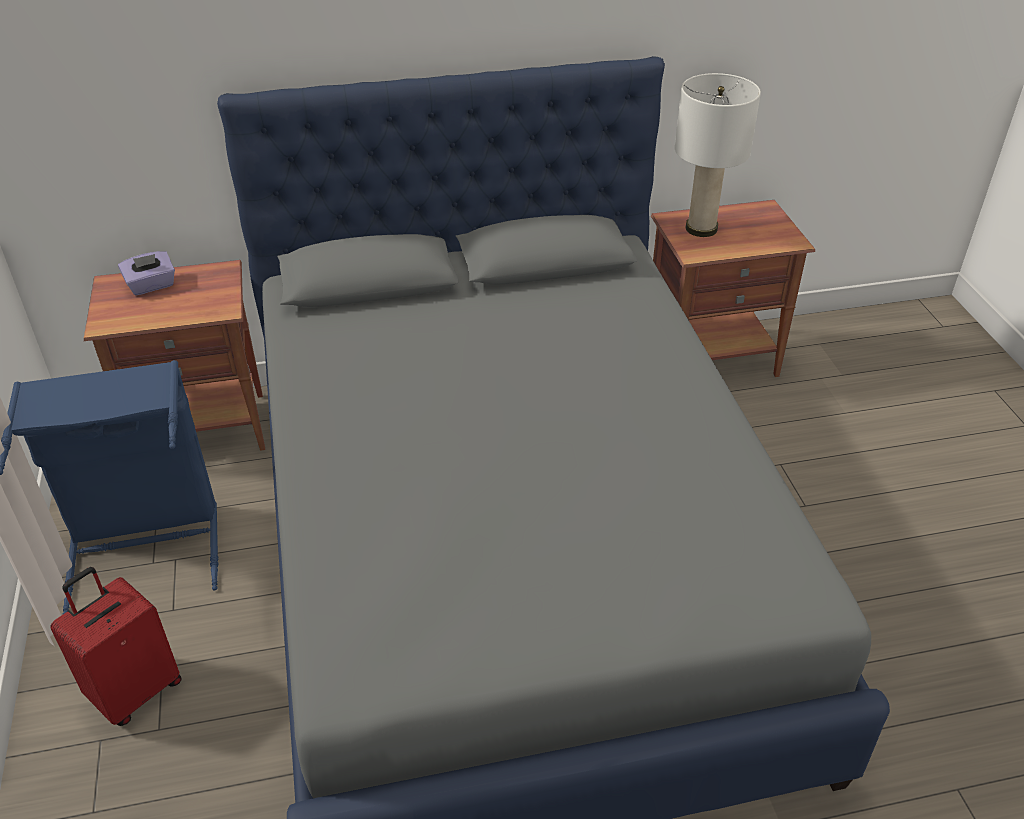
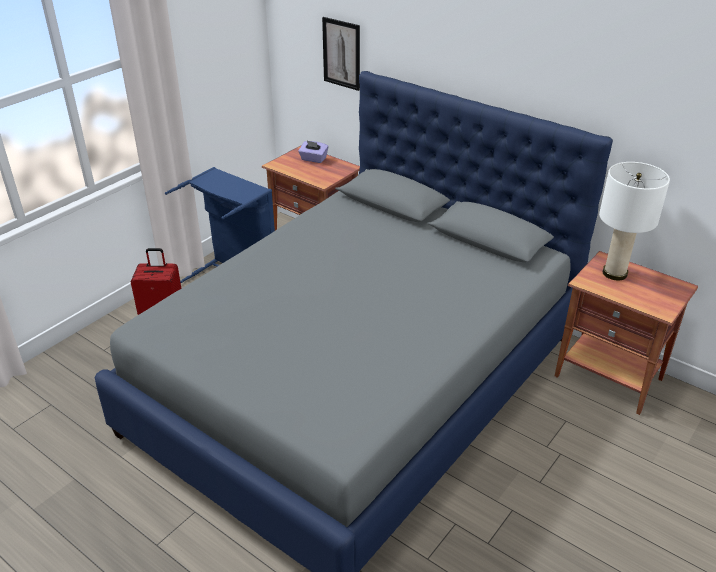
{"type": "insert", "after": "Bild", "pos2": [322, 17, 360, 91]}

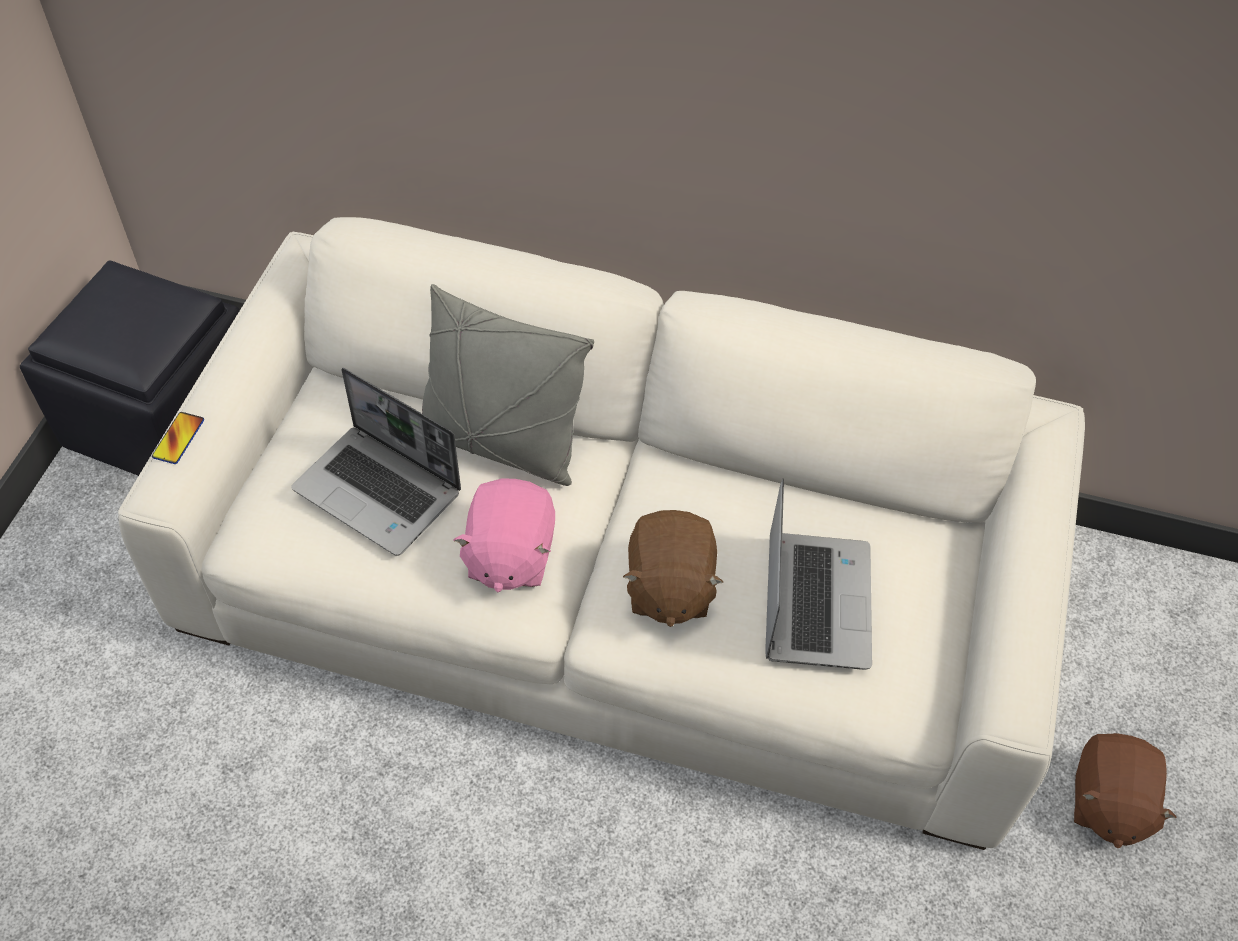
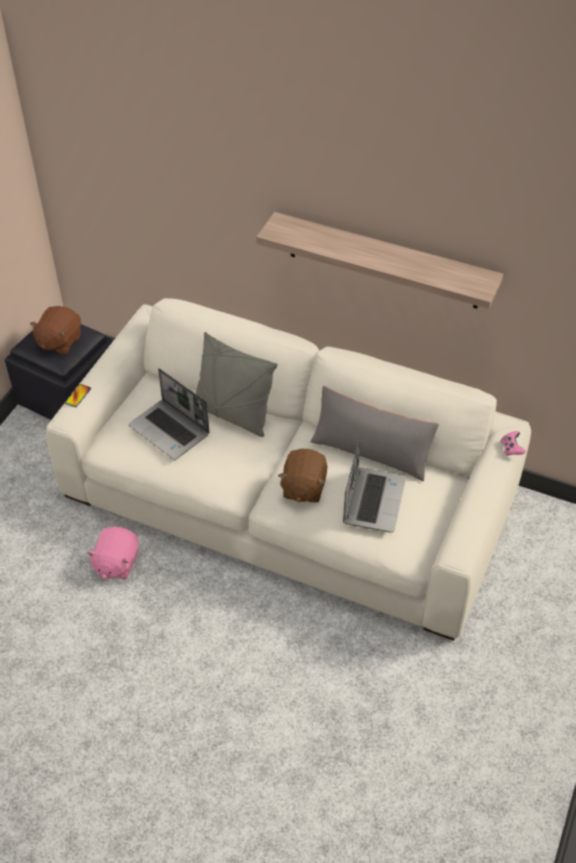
{"type": "insert", "after": "Wandregal", "pos2": [256, 212, 503, 309]}
{"type": "insert", "after": "Kissen (grau)", "pos2": [311, 386, 439, 481]}
{"type": "insert", "after": "Gamepad (rosa)", "pos2": [501, 431, 526, 456]}
{"type": "move", "before": "Plüschtier (rosa)", "pos1": [453, 479, 555, 592], "pos2": [86, 527, 138, 579]}
{"type": "move", "before": "Plüschtier (braun)", "pos1": [1074, 733, 1177, 848], "pos2": [30, 306, 81, 355]}

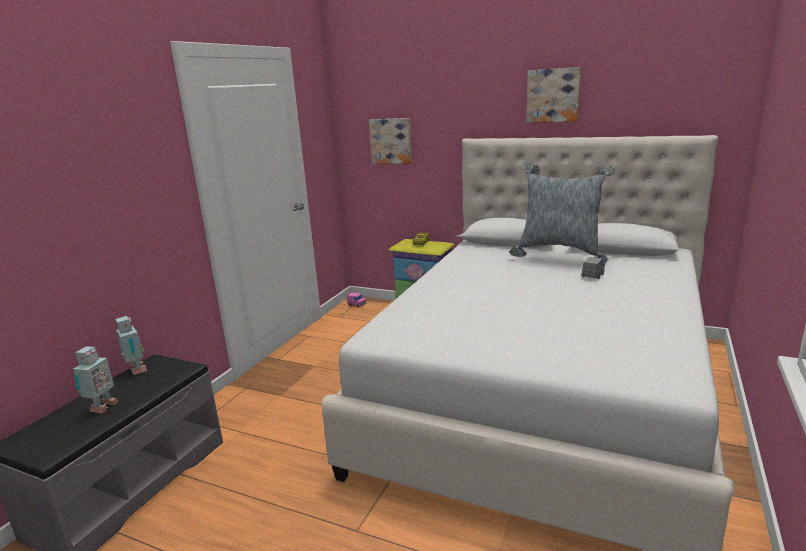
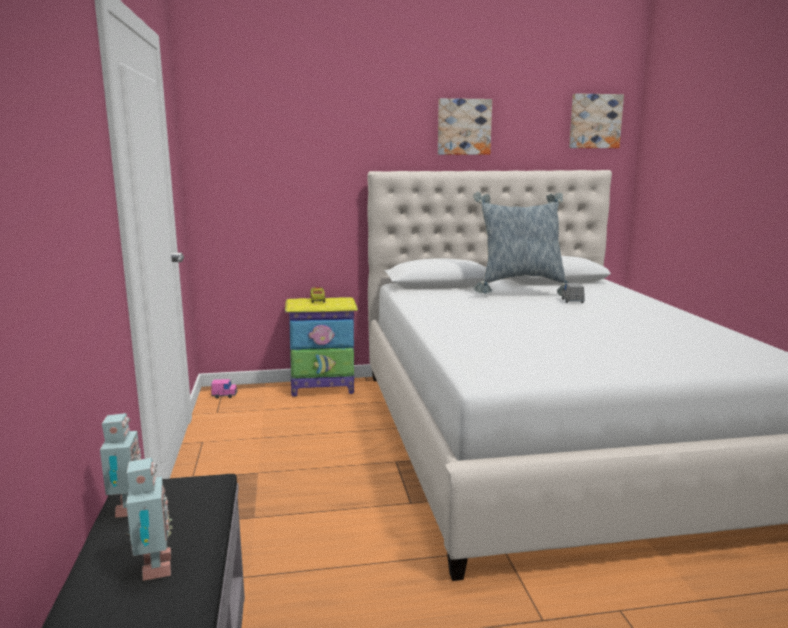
{"type": "move", "before": "Bild", "pos1": [369, 118, 412, 164], "pos2": [569, 94, 624, 148]}
{"type": "rotate", "before": "Spielzeugroboter", "pos1": [115, 316, 147, 375], "pos2": [100, 413, 141, 518], "turn": 60}

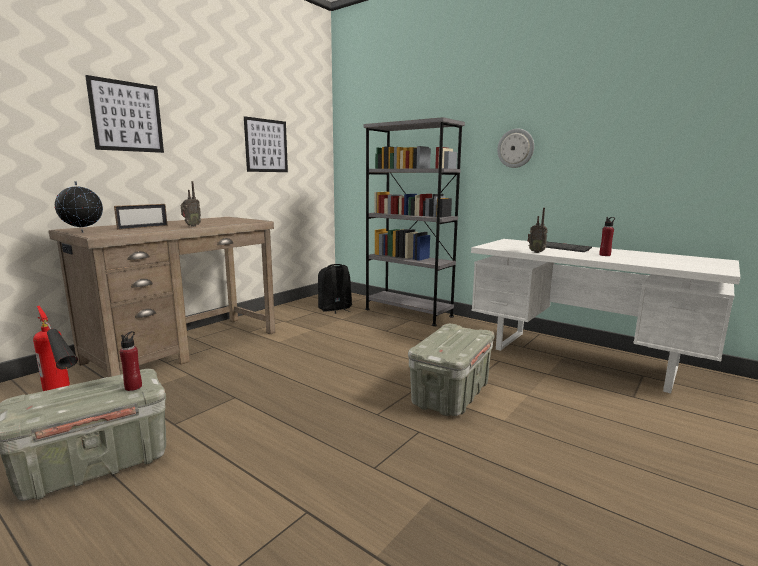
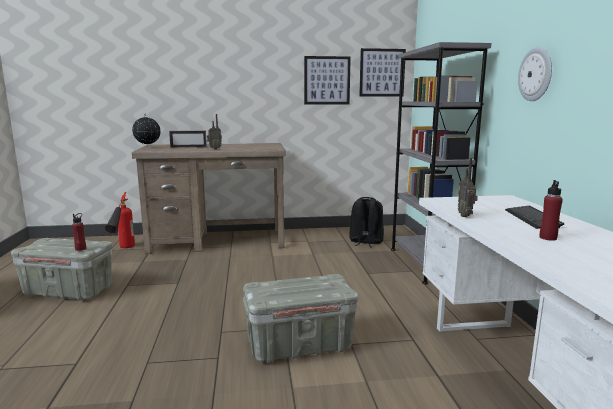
{"type": "move", "before": "Bild", "pos1": [85, 75, 164, 153], "pos2": [359, 48, 406, 97]}

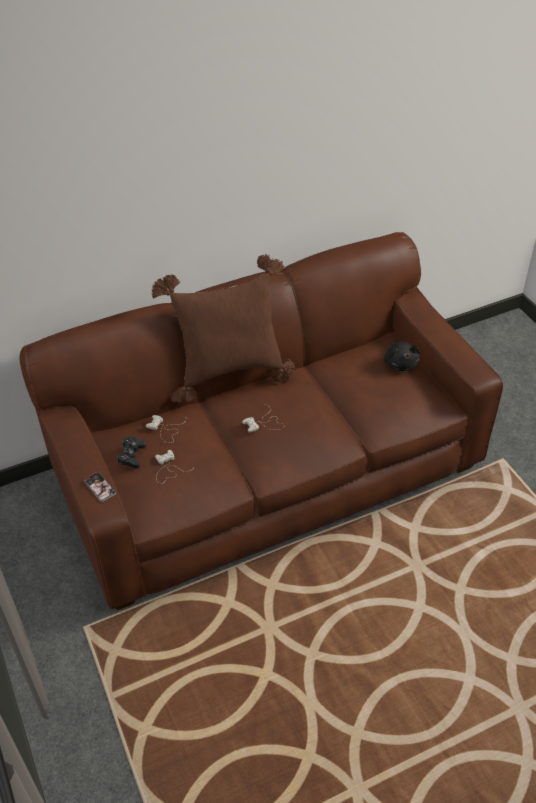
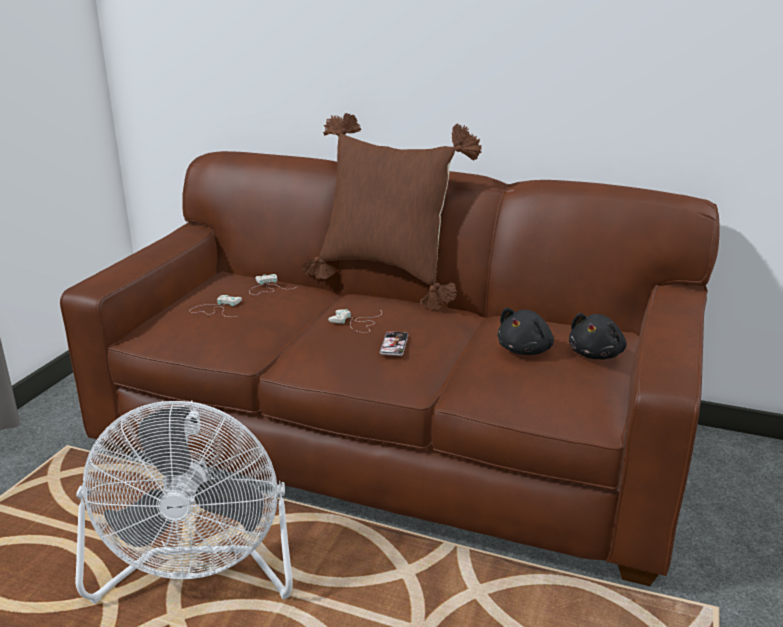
{"type": "delete", "before": "Gamepad (schwarz)", "pos1": [117, 437, 146, 468]}
{"type": "insert", "after": "Ventilator (weiß)", "pos2": [75, 400, 293, 604]}
{"type": "insert", "after": "Plüschtier (schwarz)", "pos2": [497, 308, 554, 355]}
{"type": "move", "before": "Handy", "pos1": [84, 472, 116, 502], "pos2": [380, 331, 408, 356]}

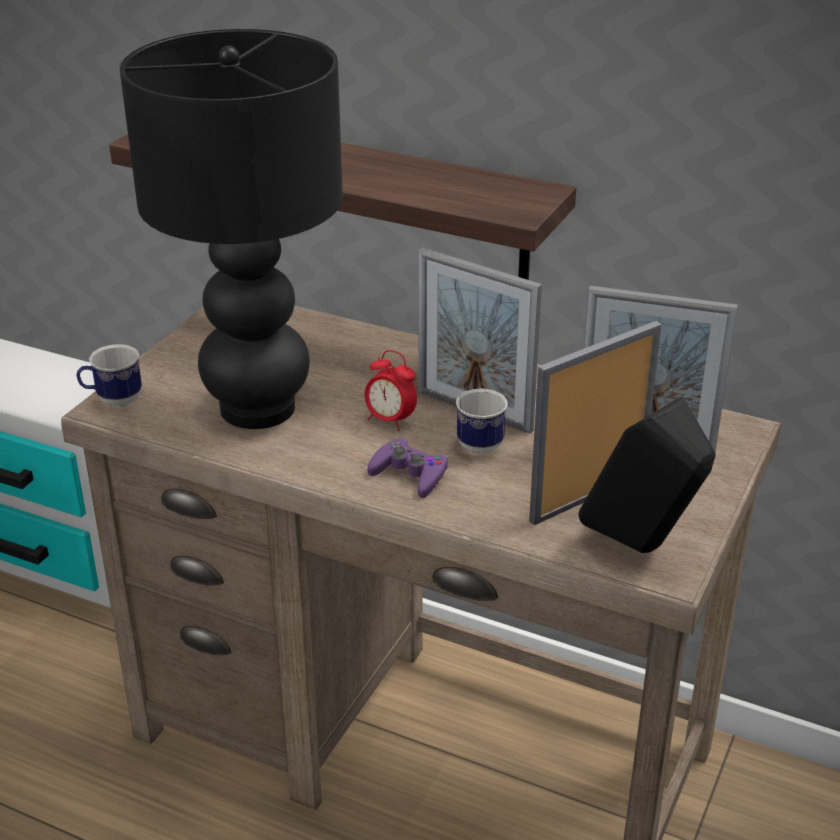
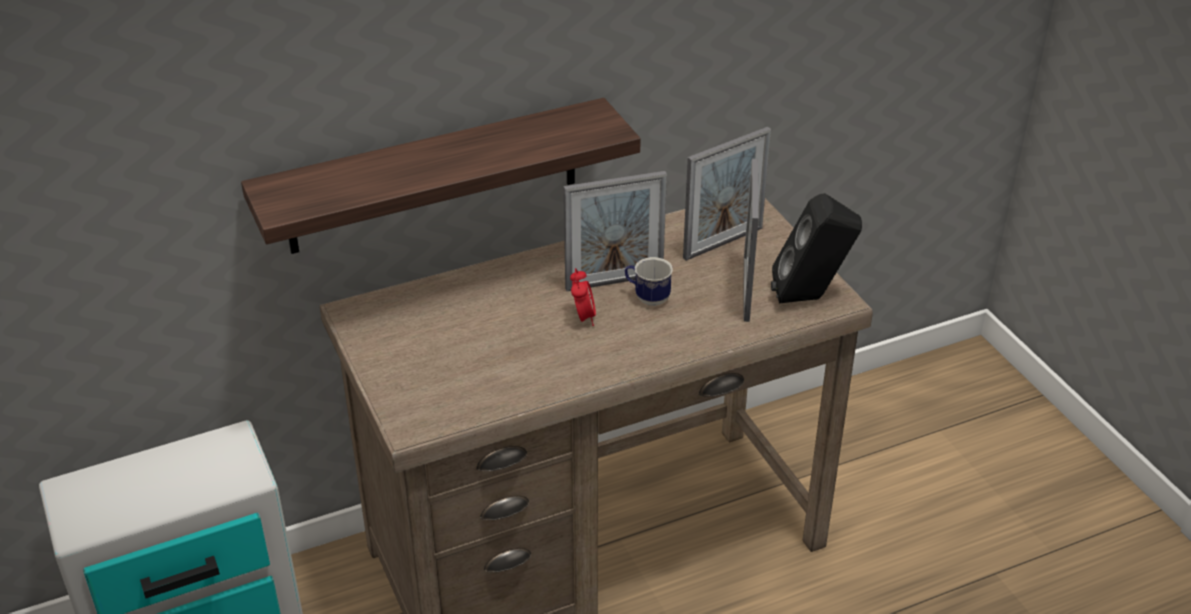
{"type": "delete", "before": "Henkelbecher", "pos1": [77, 344, 142, 407]}
{"type": "delete", "before": "Tischlampe (schwarz)", "pos1": [120, 29, 343, 429]}
{"type": "delete", "before": "Gamepad (lila)", "pos1": [368, 438, 448, 498]}
{"type": "rotate", "before": "Wecker", "pos1": [365, 350, 417, 431], "pos2": [570, 268, 596, 326], "turn": -75}

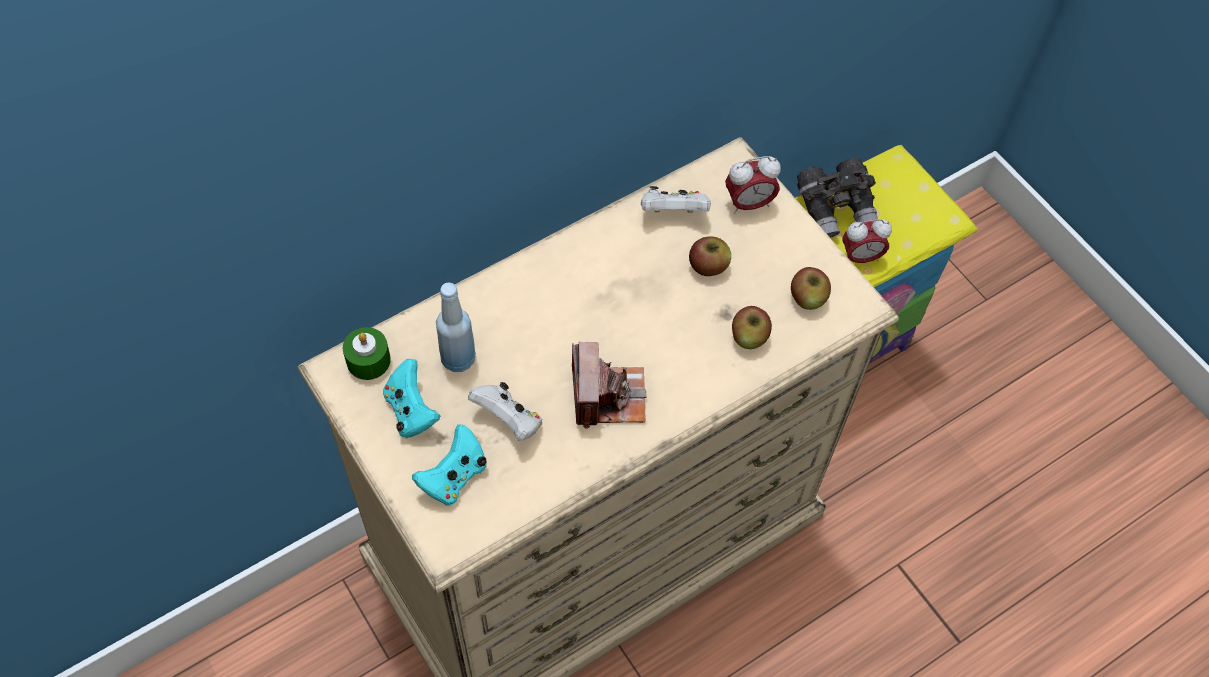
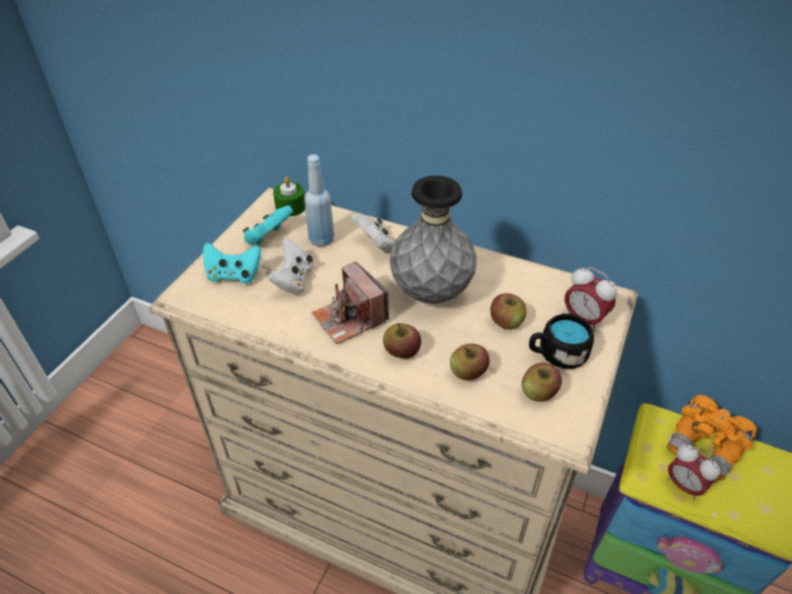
{"type": "insert", "after": "Apfel", "pos2": [383, 323, 421, 358]}
{"type": "insert", "after": "Vase (grau)", "pos2": [390, 175, 477, 304]}
{"type": "insert", "after": "Henkelbecher (schwarz)", "pos2": [529, 314, 594, 369]}
{"type": "move", "before": "Gamepad (weiß)", "pos1": [641, 186, 711, 213], "pos2": [351, 213, 396, 253]}
{"type": "recolor", "before": "Fernglas (grau)", "after": "Fernglas (orange)", "pos1": [797, 158, 878, 238], "pos2": [667, 395, 757, 480]}
{"type": "rotate", "before": "Kamera", "pos1": [572, 342, 647, 429], "pos2": [312, 262, 389, 344], "turn": 90}

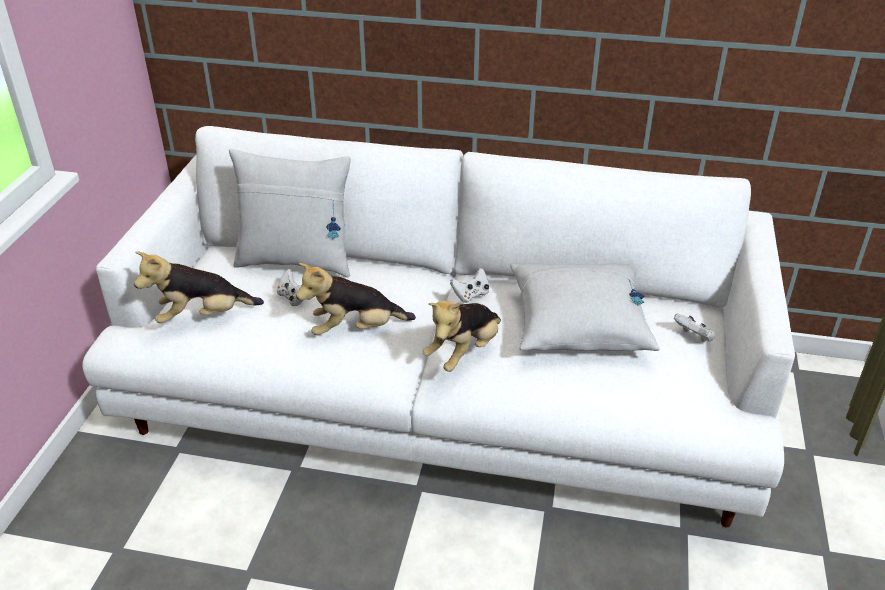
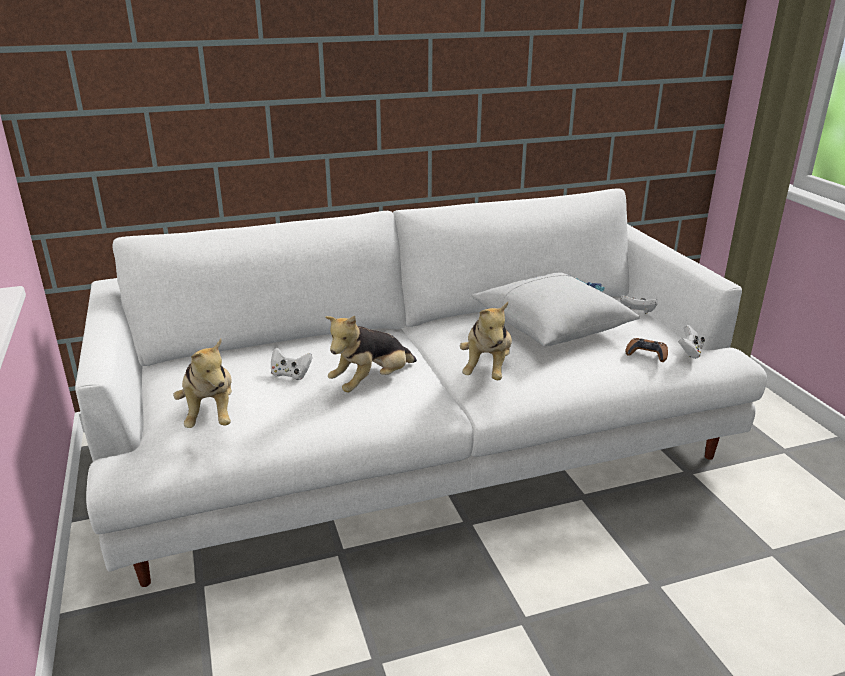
{"type": "delete", "before": "Kissen (grau)", "pos1": [229, 149, 350, 277]}
{"type": "insert", "after": "Gamepad (braun)", "pos2": [625, 338, 668, 362]}
{"type": "move", "before": "Gamepad (weiß)", "pos1": [450, 268, 489, 303], "pos2": [679, 324, 705, 359]}
{"type": "rotate", "before": "Plüschtier", "pos1": [134, 251, 264, 323], "pos2": [173, 339, 232, 428], "turn": -60}

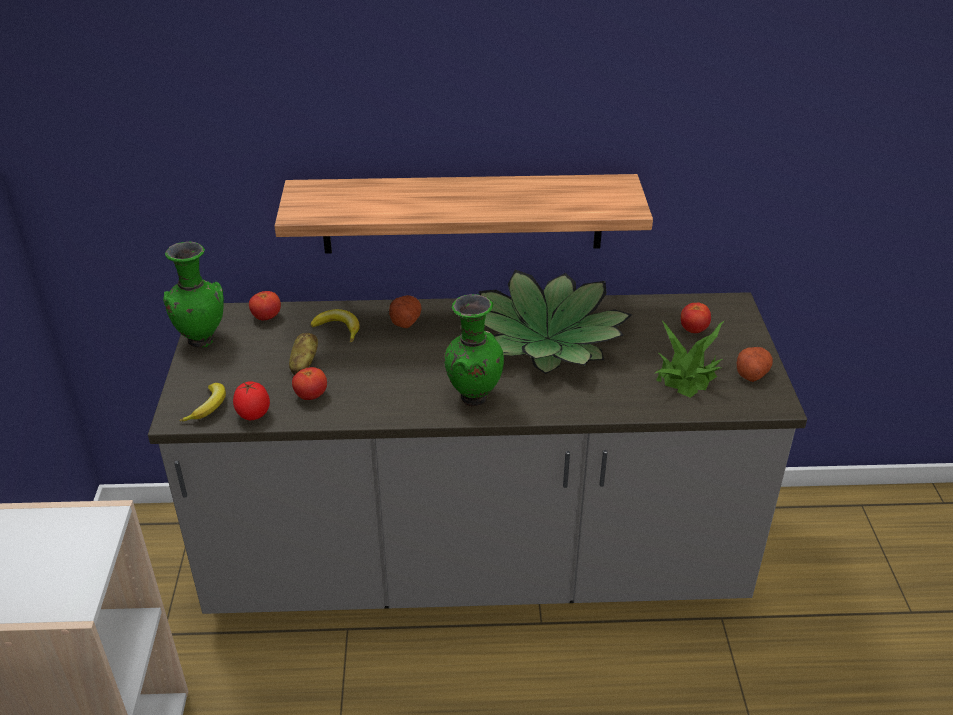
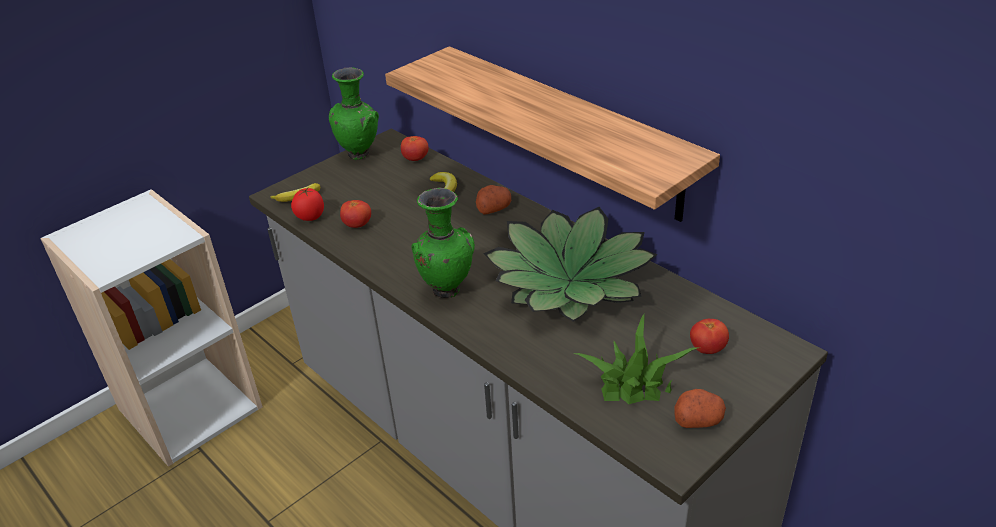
{"type": "delete", "before": "Kartoffel", "pos1": [289, 333, 318, 375]}

